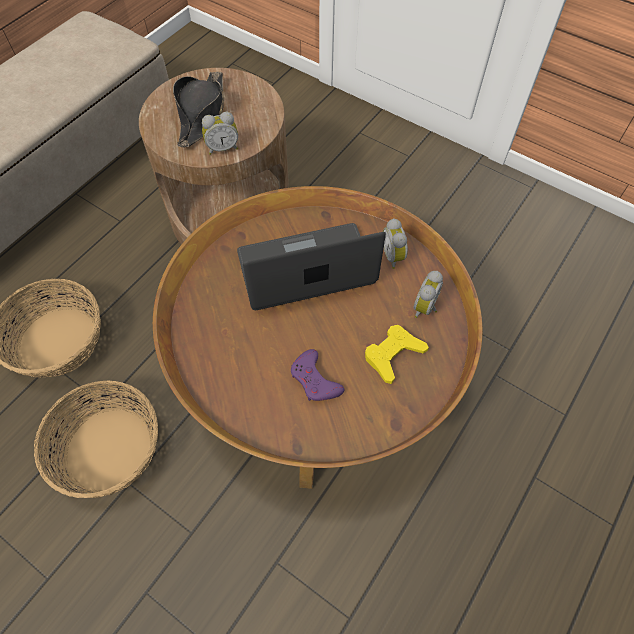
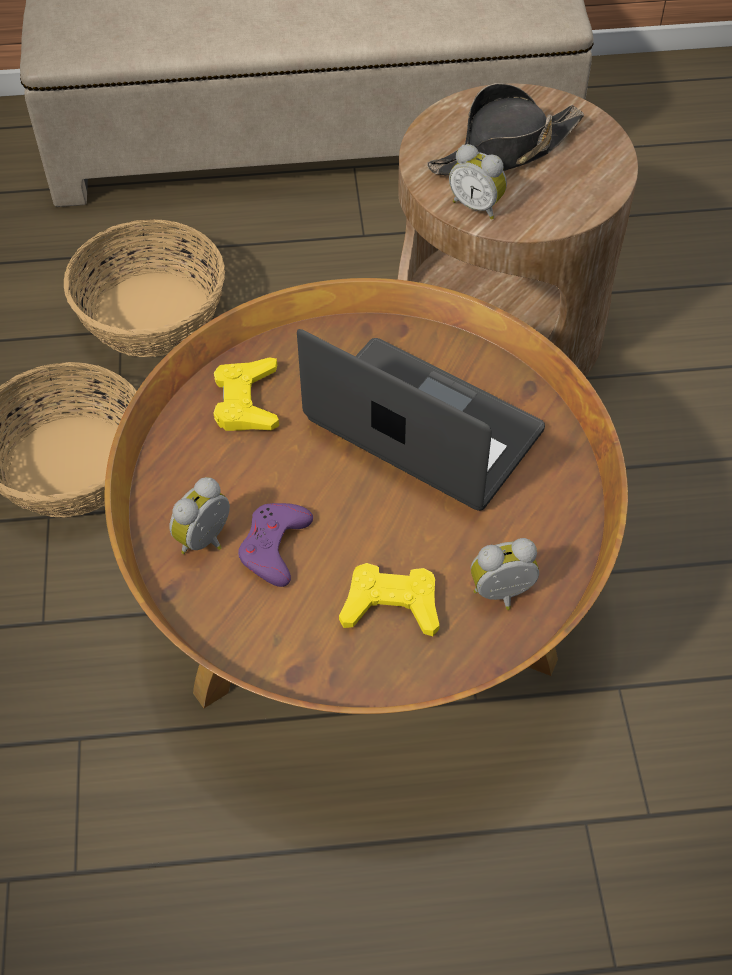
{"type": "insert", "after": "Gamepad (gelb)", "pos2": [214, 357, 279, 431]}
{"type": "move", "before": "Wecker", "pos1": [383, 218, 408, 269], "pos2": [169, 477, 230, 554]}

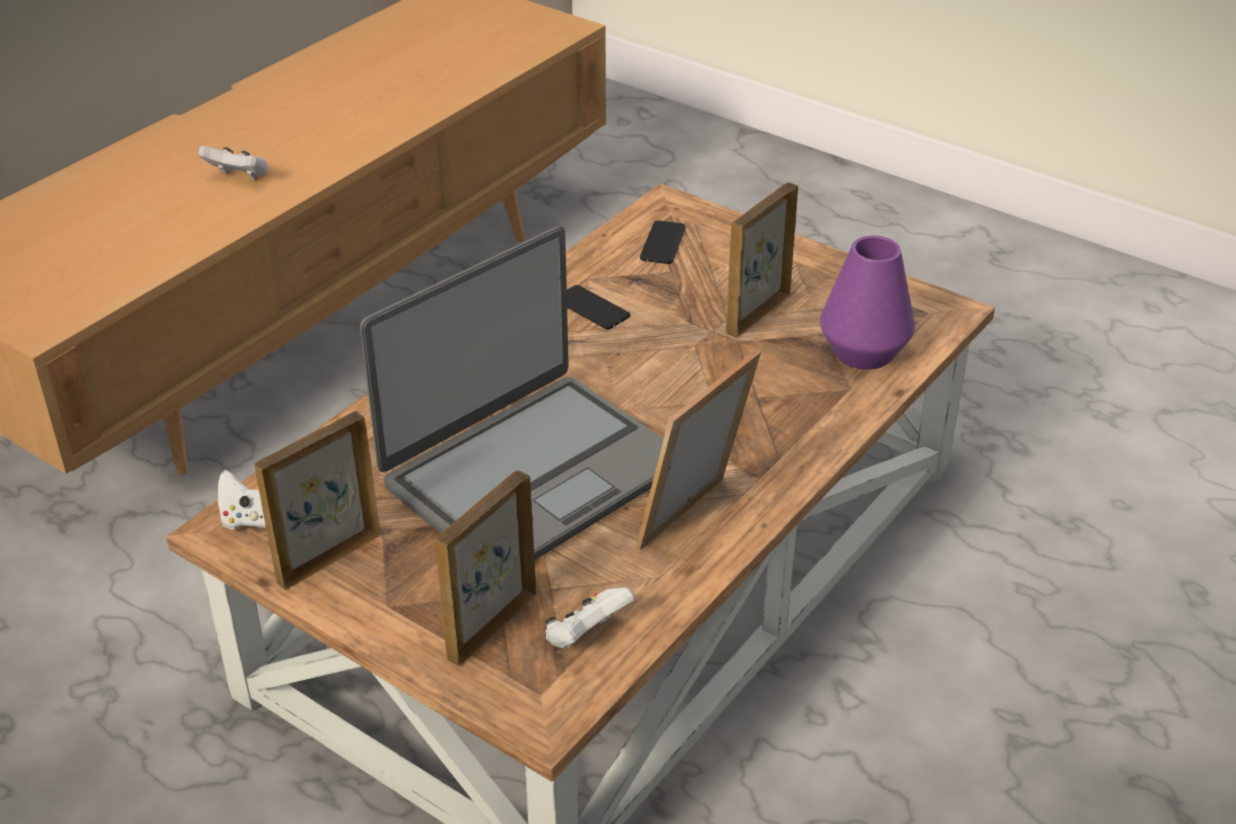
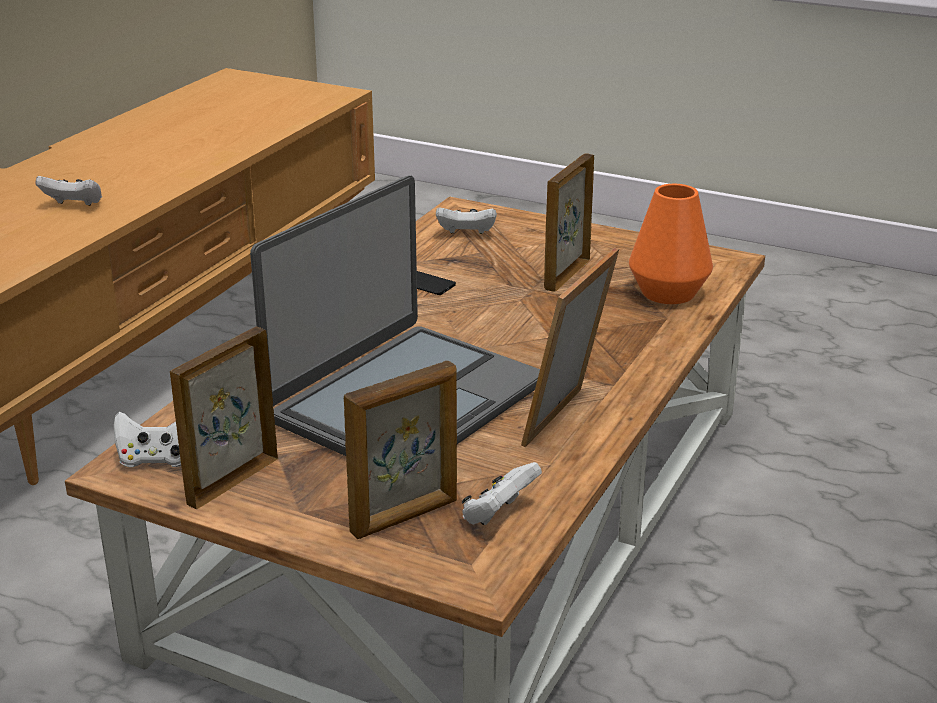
{"type": "replace", "before": "Handy", "after": "Gamepad (weiß)", "pos1": [640, 220, 686, 264], "pos2": [436, 207, 497, 234]}
{"type": "recolor", "before": "Vase (lila)", "after": "Vase (orange)", "pos1": [820, 236, 915, 370], "pos2": [629, 184, 713, 304]}
{"type": "rotate", "before": "Bilderrahmen", "pos1": [435, 470, 536, 666], "pos2": [344, 361, 457, 539], "turn": -150}

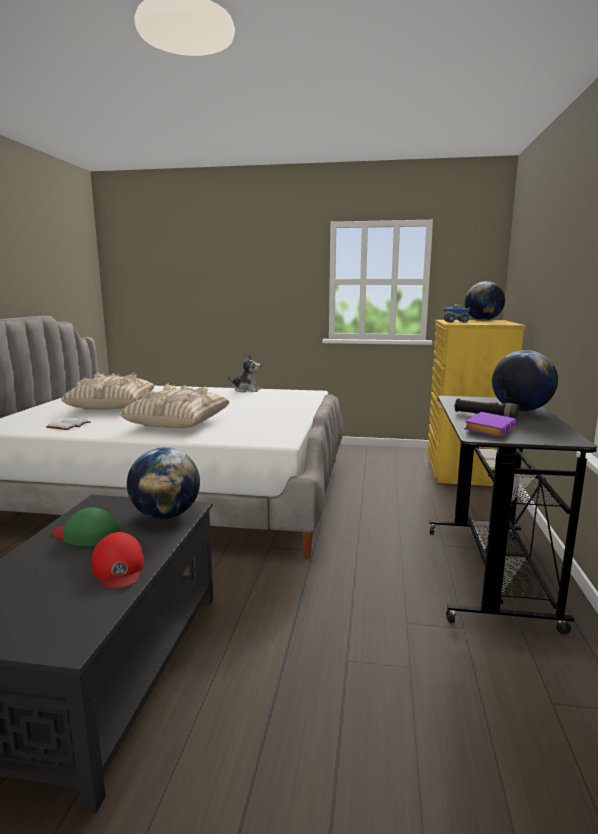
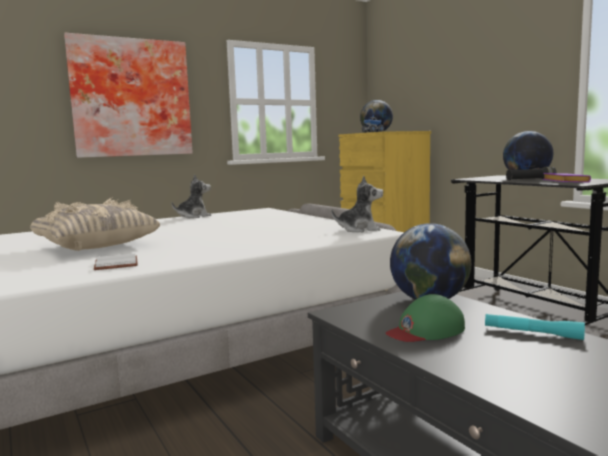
{"type": "delete", "before": "Kissen (beige)", "pos1": [120, 383, 229, 428]}
{"type": "insert", "after": "Bild", "pos2": [64, 33, 193, 158]}
{"type": "insert", "after": "Plüschtier", "pos2": [331, 176, 383, 232]}
{"type": "replace", "before": "Kappe (rot)", "after": "Taschenlampe (türkis)", "pos1": [92, 532, 145, 589], "pos2": [485, 314, 585, 340]}

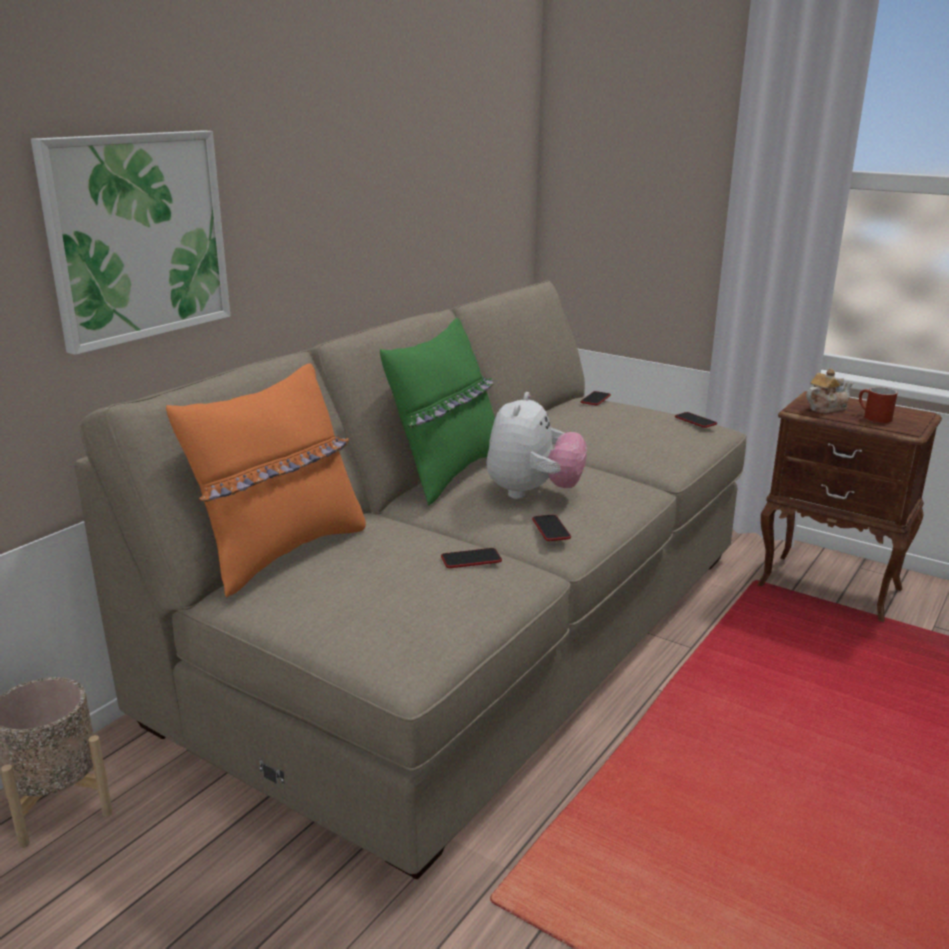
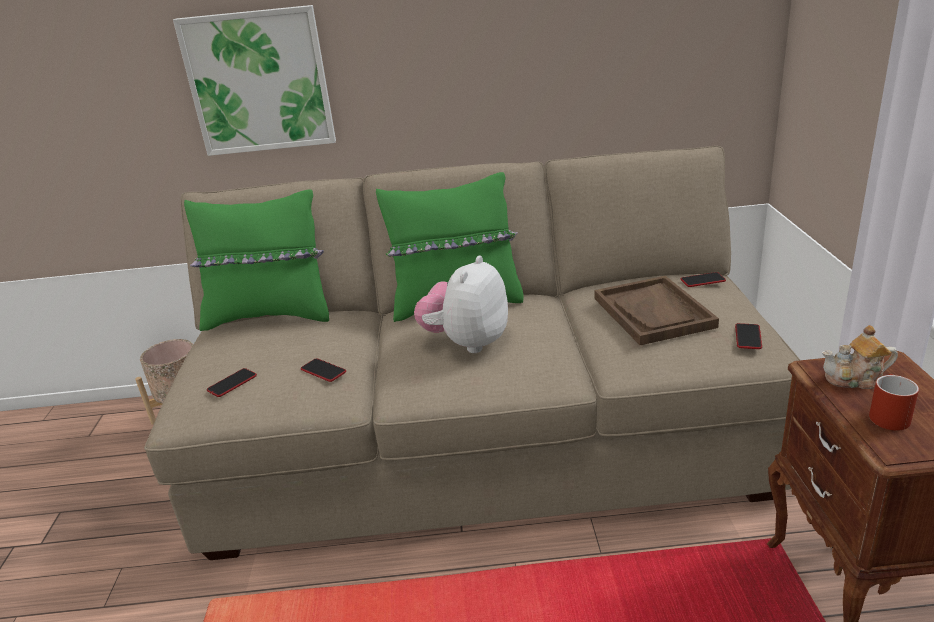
{"type": "insert", "after": "Tablett (braun)", "pos2": [595, 276, 719, 345]}
{"type": "move", "before": "Handy", "pos1": [532, 515, 571, 541], "pos2": [207, 368, 257, 397]}
{"type": "recolor", "before": "Kissen (orange)", "after": "Kissen (grün)", "pos1": [166, 363, 366, 598], "pos2": [184, 189, 329, 331]}
{"type": "rotate", "before": "Plüschtier", "pos1": [486, 392, 587, 499], "pos2": [414, 256, 508, 353], "turn": 135}
{"type": "rotate", "before": "Teekanne", "pos1": [806, 369, 853, 413], "pos2": [822, 325, 898, 389], "turn": 150}

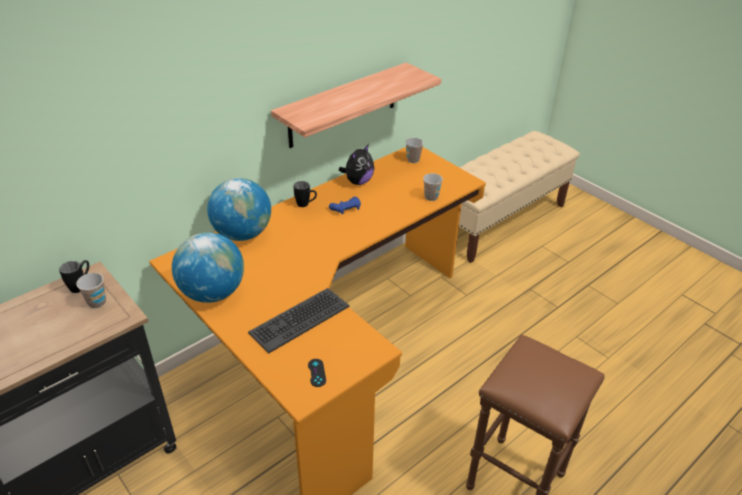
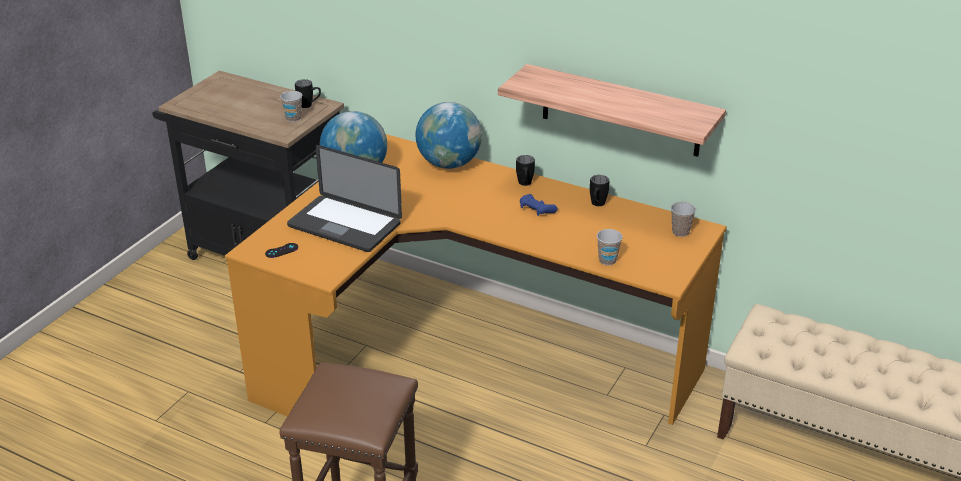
{"type": "replace", "before": "Tastatur", "after": "Laptop", "pos1": [248, 288, 350, 353], "pos2": [287, 145, 402, 252]}
{"type": "replace", "before": "Plüschtier", "after": "Henkelbecher (schwarz)", "pos1": [339, 144, 374, 185], "pos2": [590, 175, 609, 206]}

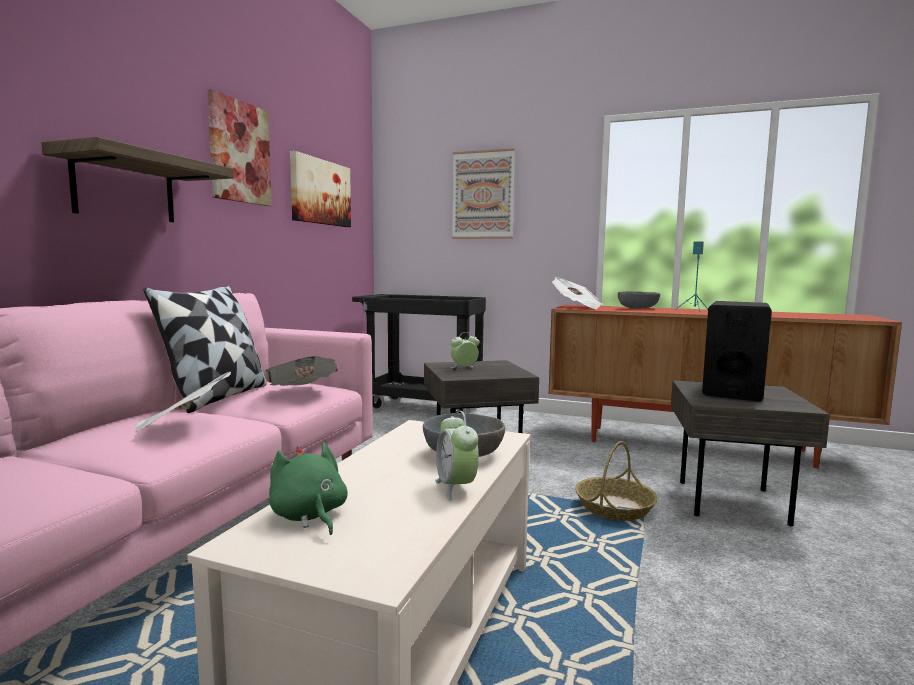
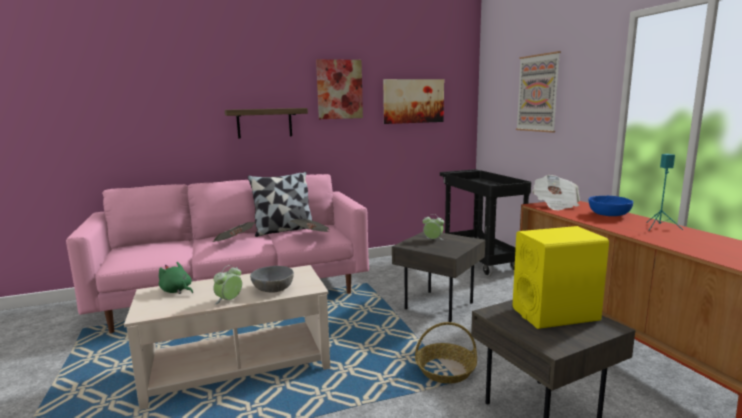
{"type": "recolor", "before": "Schüssel (grau)", "after": "Schüssel (blau)", "pos1": [618, 291, 660, 309], "pos2": [589, 196, 633, 216]}
{"type": "recolor", "before": "Lautsprecher (schwarz)", "after": "Lautsprecher (gelb)", "pos1": [702, 301, 772, 402], "pos2": [513, 226, 609, 329]}
{"type": "rotate", "before": "Plüschtier (grün)", "pos1": [269, 442, 348, 535], "pos2": [159, 262, 193, 294], "turn": -75}

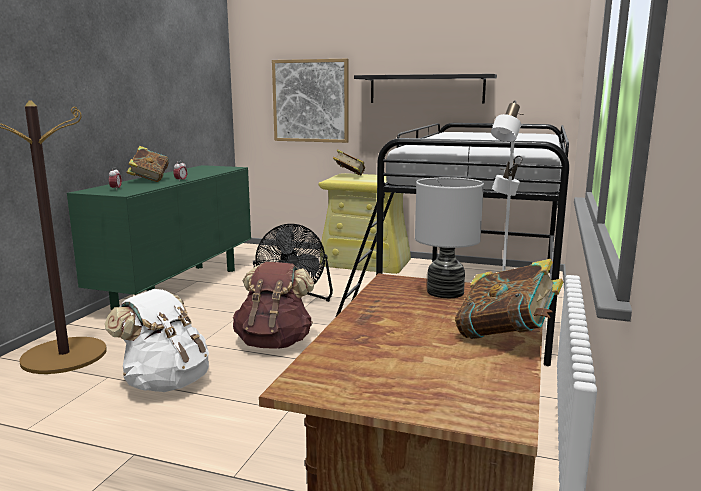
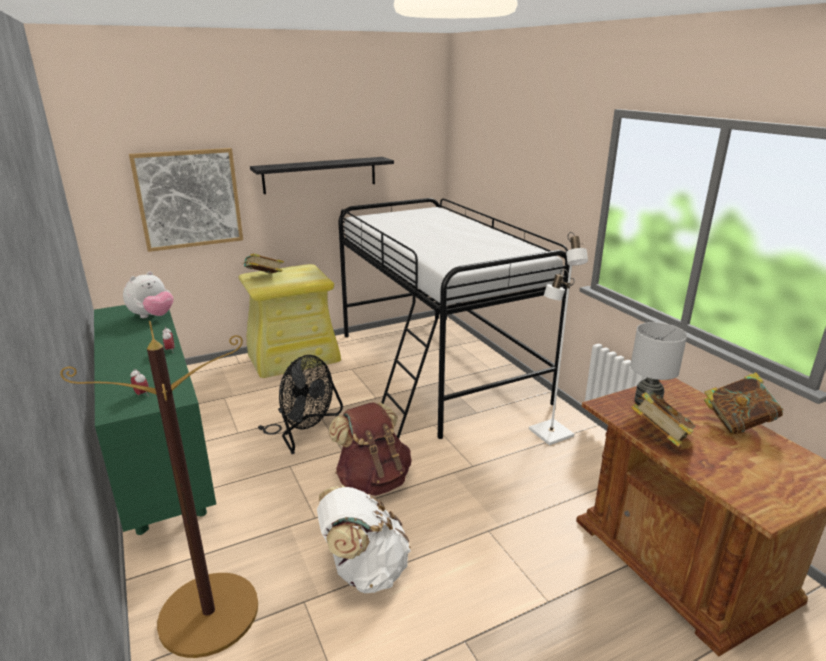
{"type": "insert", "after": "Plüschtier", "pos2": [123, 271, 173, 318]}
{"type": "move", "before": "Buch", "pos1": [126, 146, 169, 182], "pos2": [631, 392, 696, 447]}

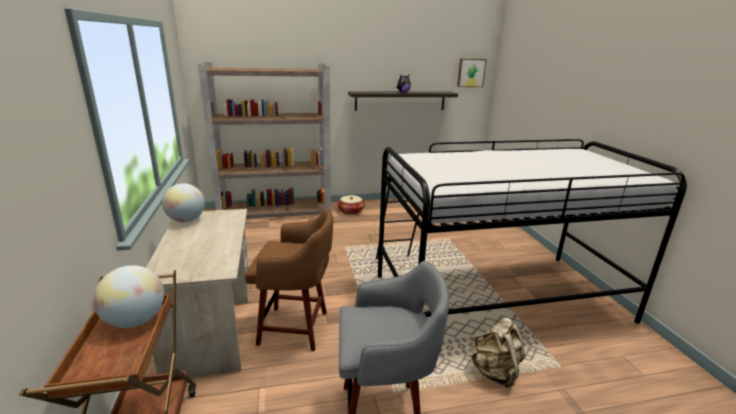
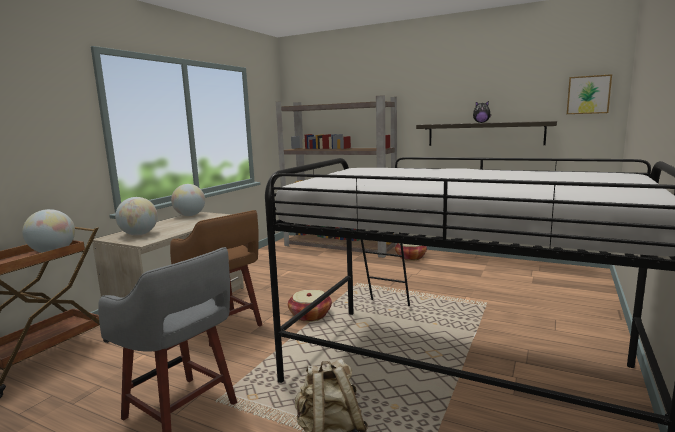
{"type": "insert", "after": "Globus", "pos2": [115, 197, 158, 236]}
{"type": "insert", "after": "Korb", "pos2": [288, 289, 332, 322]}

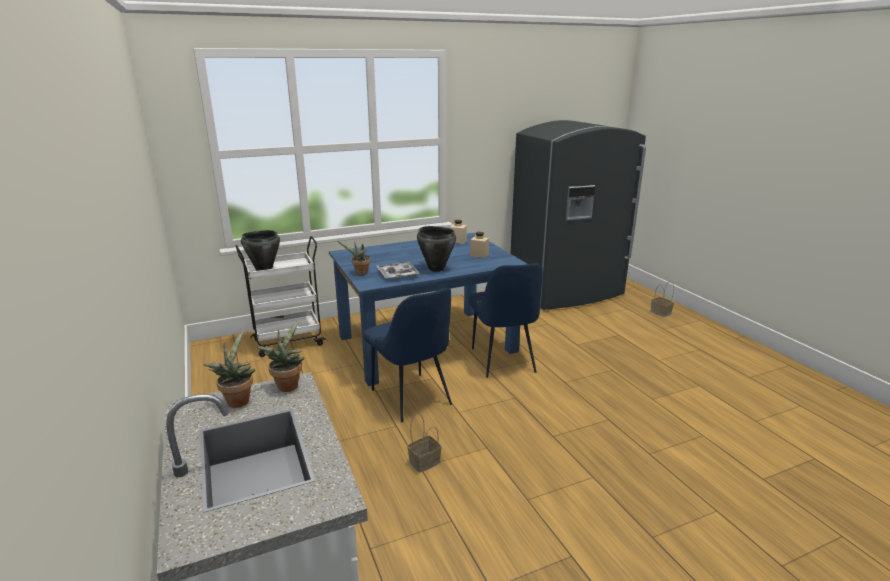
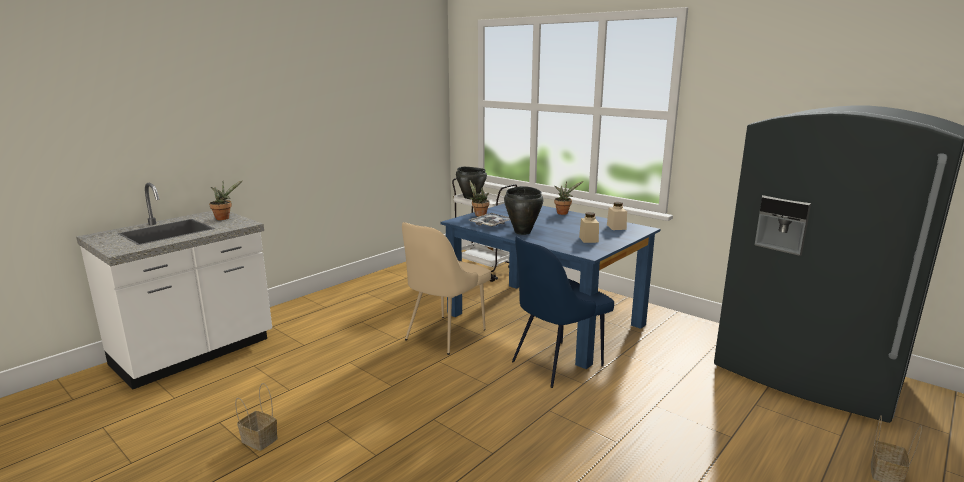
{"type": "move", "before": "Topfpflanze", "pos1": [256, 319, 304, 392], "pos2": [554, 181, 583, 215]}
{"type": "move", "before": "Korb", "pos1": [407, 413, 441, 473], "pos2": [235, 383, 278, 451]}
{"type": "recolor", "before": "Stuhl (blau)", "after": "Stuhl (beige)", "pos1": [364, 288, 452, 422], "pos2": [402, 222, 491, 355]}

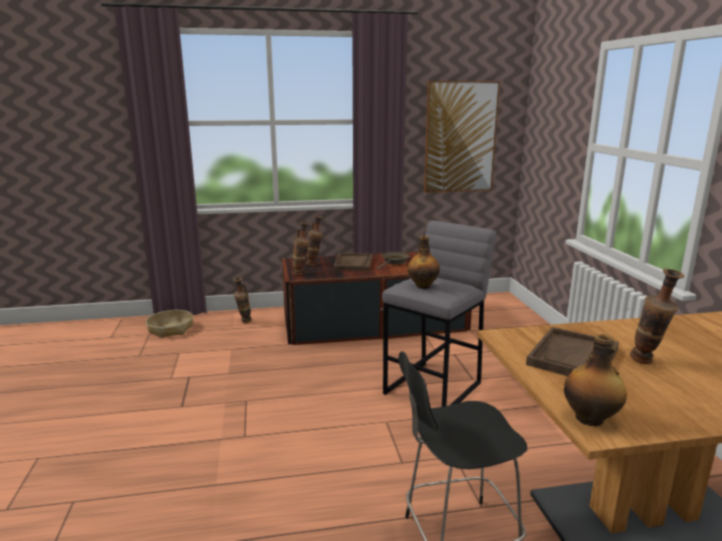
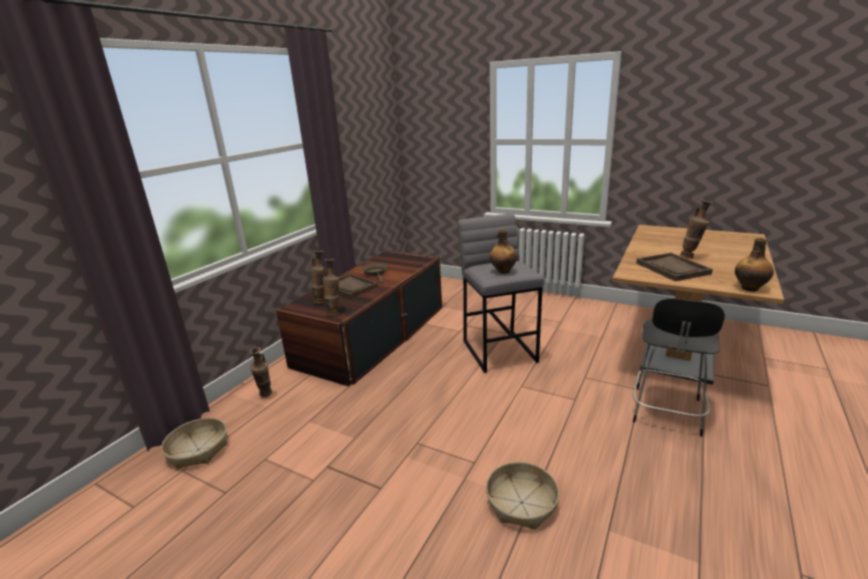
{"type": "delete", "before": "Bild", "pos1": [424, 81, 500, 193]}
{"type": "insert", "after": "Korb", "pos2": [486, 462, 559, 530]}

